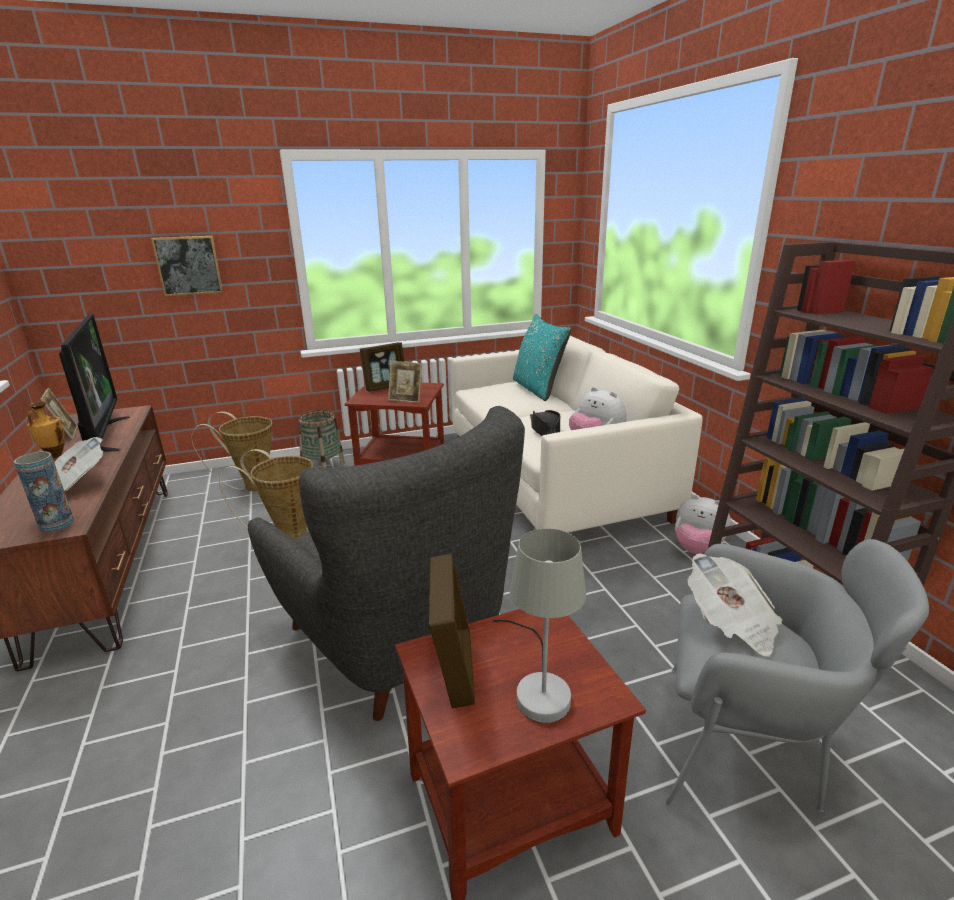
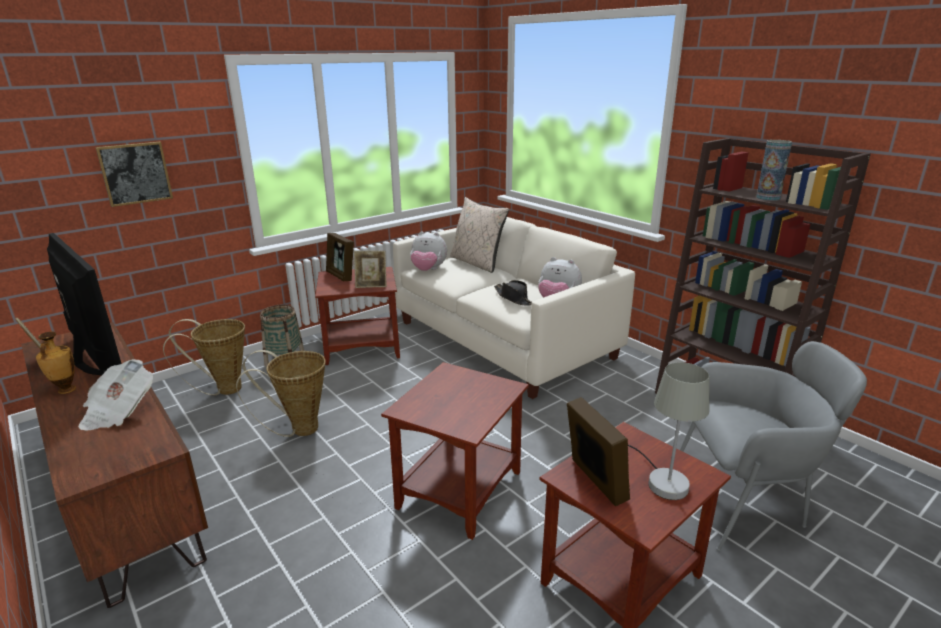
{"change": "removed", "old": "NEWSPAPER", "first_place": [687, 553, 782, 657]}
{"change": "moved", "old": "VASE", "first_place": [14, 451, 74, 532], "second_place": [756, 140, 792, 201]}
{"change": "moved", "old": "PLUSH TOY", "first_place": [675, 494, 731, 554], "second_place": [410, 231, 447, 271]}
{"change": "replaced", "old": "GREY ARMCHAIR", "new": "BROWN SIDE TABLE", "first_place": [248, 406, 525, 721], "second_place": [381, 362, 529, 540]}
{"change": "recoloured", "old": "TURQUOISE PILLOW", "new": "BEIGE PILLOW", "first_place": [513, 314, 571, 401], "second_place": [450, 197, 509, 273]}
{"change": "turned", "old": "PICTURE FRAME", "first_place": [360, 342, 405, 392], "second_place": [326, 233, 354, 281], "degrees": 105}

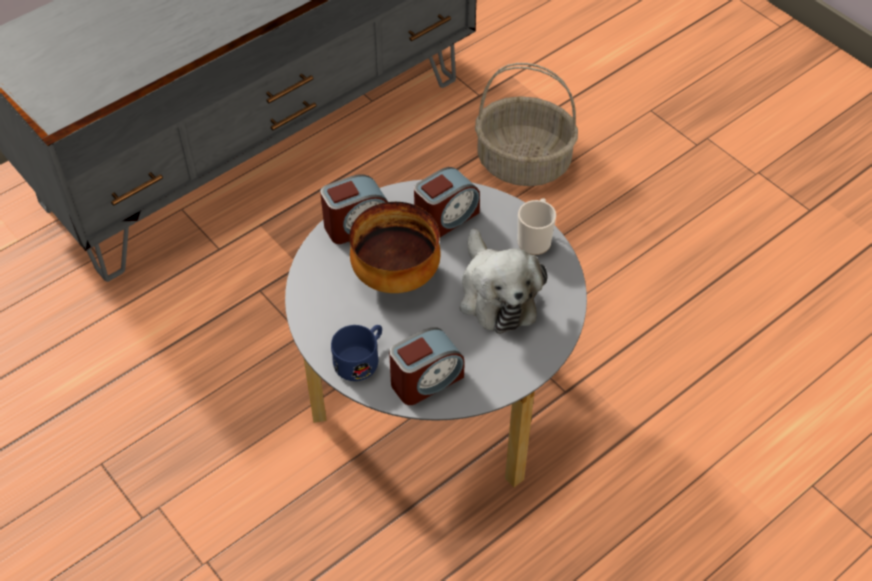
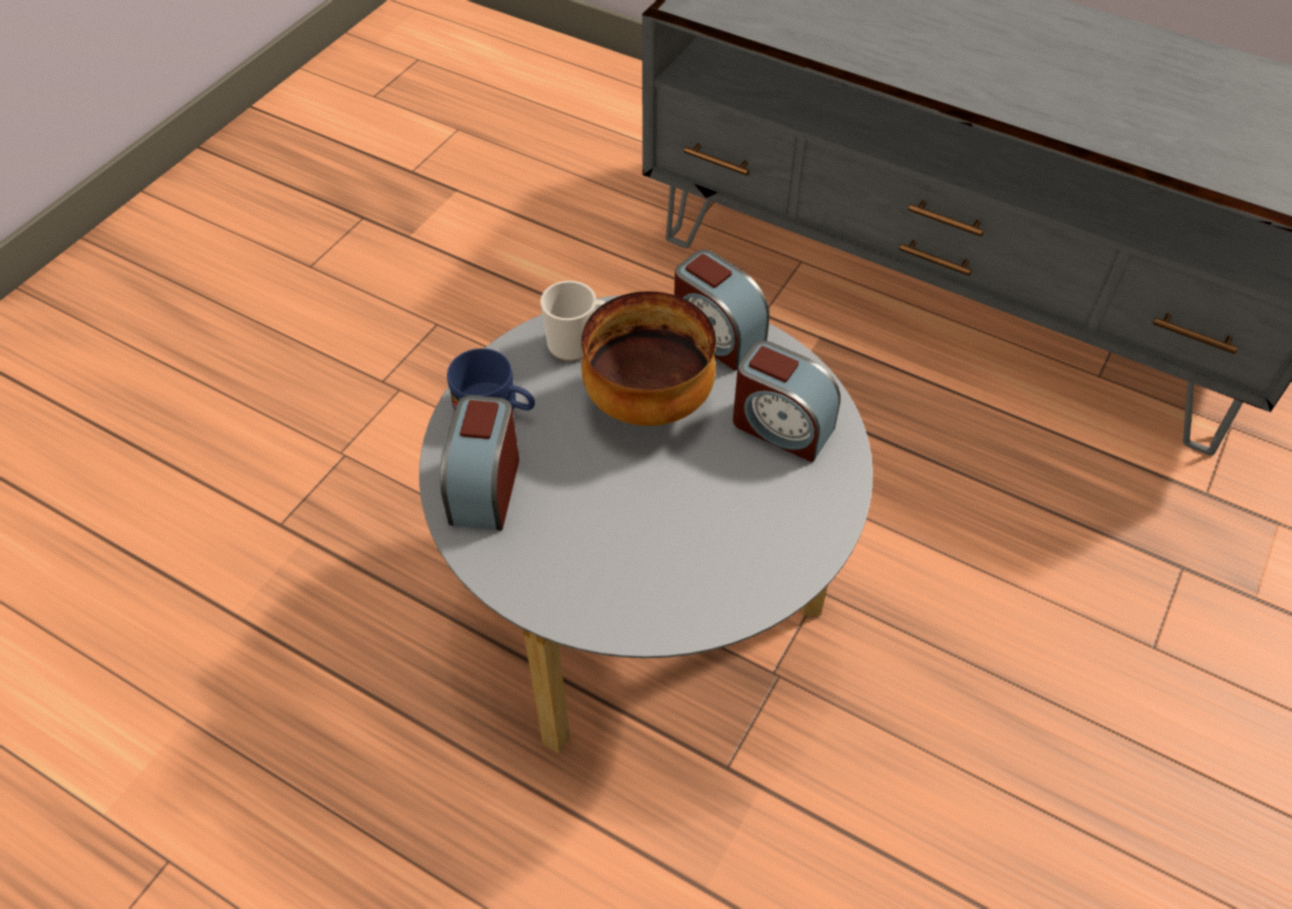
{"change": "removed", "old": "PLUSH TOY", "first_place": [460, 228, 547, 334]}
{"change": "removed", "old": "BASKET", "first_place": [475, 63, 578, 186]}
{"change": "moved", "old": "MUG", "first_place": [518, 198, 556, 255], "second_place": [540, 281, 606, 361]}
{"change": "turned", "old": "ALARM CLOCK", "first_place": [389, 327, 465, 405], "second_place": [440, 395, 519, 531], "degrees": 60}

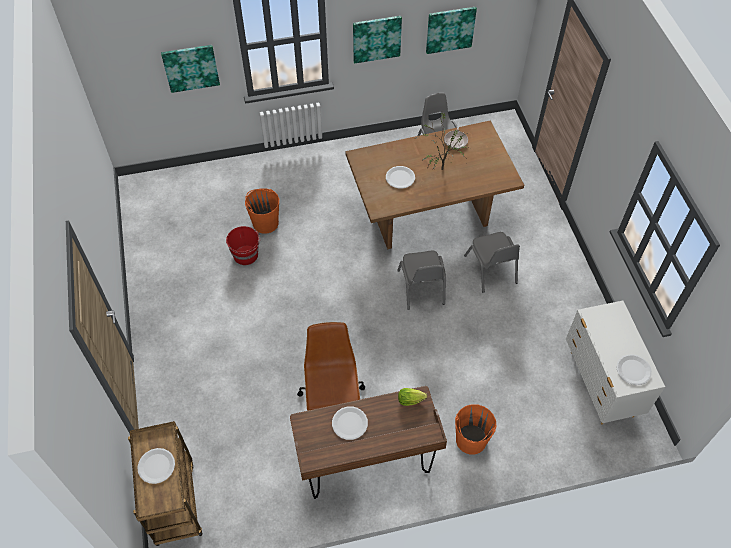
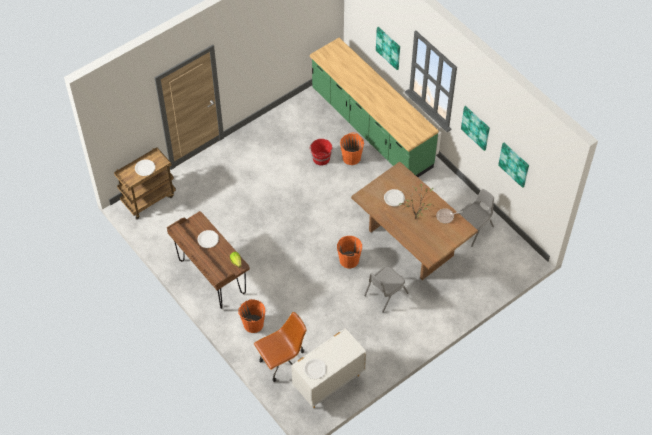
{"change": "added", "new": "GREEN COUNTER", "second_place": [310, 38, 439, 177]}
{"change": "moved", "old": "BROWN OFFICE CHAIR", "first_place": [297, 322, 365, 411], "second_place": [254, 312, 307, 382]}
{"change": "replaced", "old": "GREY CHAIR", "new": "ORANGE BUCKET", "first_place": [397, 251, 446, 310], "second_place": [337, 236, 362, 268]}

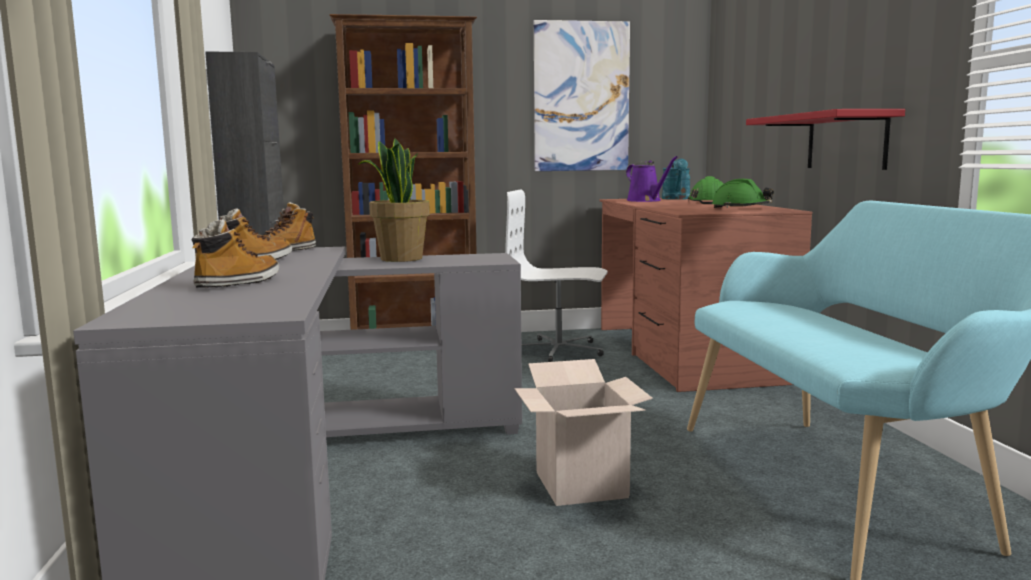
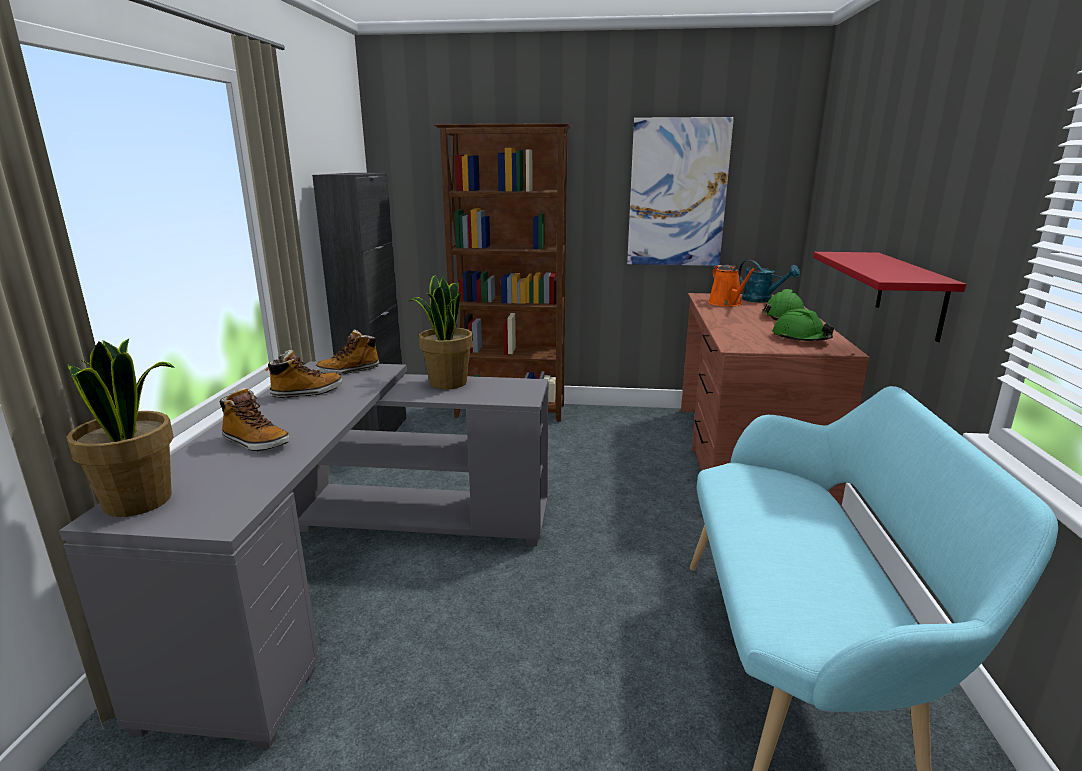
{"change": "removed", "old": "WHITE OFFICE CHAIR", "first_place": [505, 189, 608, 362]}
{"change": "removed", "old": "CARDBOARD BOX", "first_place": [514, 359, 653, 506]}
{"change": "added", "new": "POTTED PLANT", "second_place": [67, 339, 175, 517]}
{"change": "recoloured", "old": "PURPLE WATERING CAN", "new": "ORANGE WATERING CAN", "first_place": [626, 156, 678, 202], "second_place": [708, 265, 756, 307]}
{"change": "turned", "old": "BOOT", "first_place": [192, 219, 279, 288], "second_place": [219, 388, 290, 451], "degrees": 75}
{"change": "turned", "old": "TURQUOISE WATERING CAN", "first_place": [662, 159, 691, 200], "second_place": [739, 260, 800, 303], "degrees": -60}

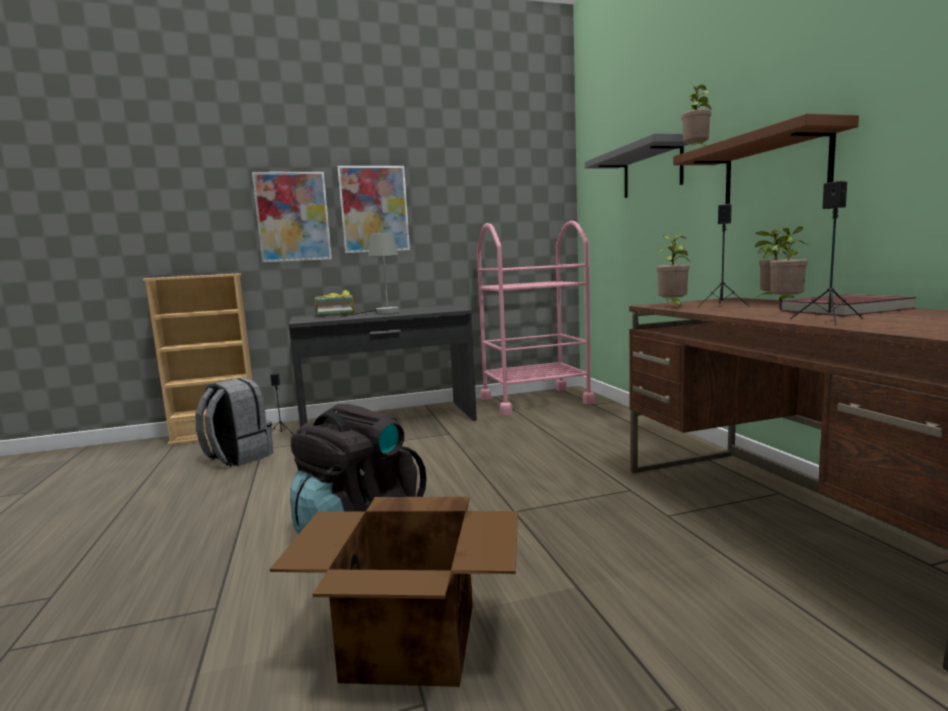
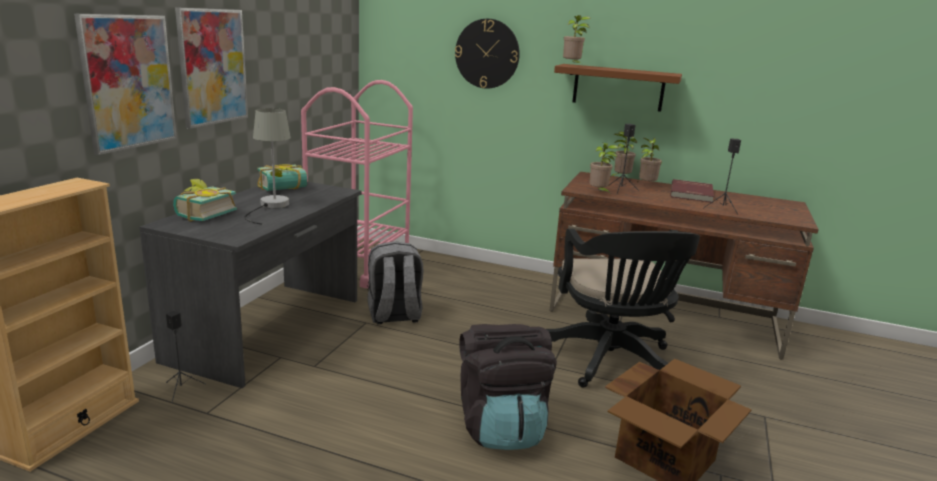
{"change": "added", "new": "BOOK", "second_place": [257, 164, 307, 191]}
{"change": "added", "new": "BLACK OFFICE CHAIR", "second_place": [547, 229, 700, 388]}
{"change": "moved", "old": "GREY BACKPACK", "first_place": [196, 377, 273, 467], "second_place": [367, 241, 423, 324]}
{"change": "replaced", "old": "GREY SHELF", "new": "WALL CLOCK", "first_place": [584, 133, 689, 198], "second_place": [455, 19, 520, 89]}

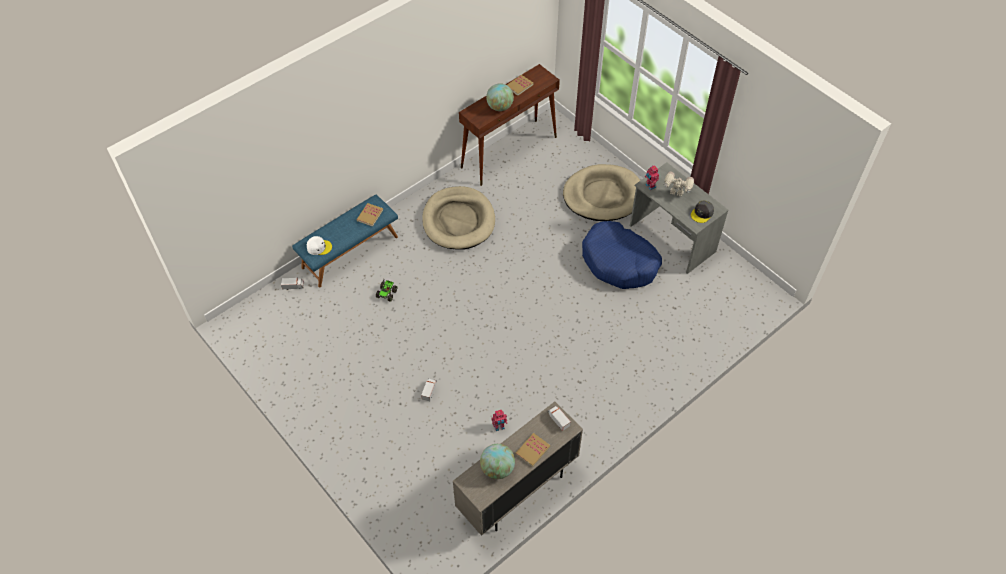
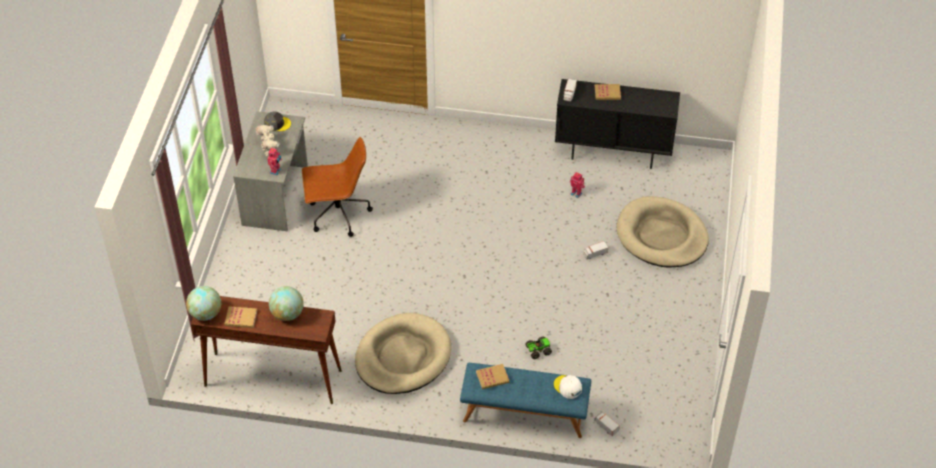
{"change": "moved", "old": "GLOBE", "first_place": [480, 444, 515, 479], "second_place": [186, 286, 221, 321]}
{"change": "moved", "old": "BEIGE DOG BED", "first_place": [563, 164, 640, 221], "second_place": [617, 196, 709, 268]}
{"change": "replaced", "old": "BLUE DOG BED", "new": "BROWN OFFICE CHAIR", "first_place": [582, 221, 662, 289], "second_place": [302, 137, 373, 237]}
{"change": "recoloured", "old": "BEIGE CABINET", "new": "BLACK CABINET", "first_place": [453, 402, 583, 536], "second_place": [555, 79, 680, 169]}

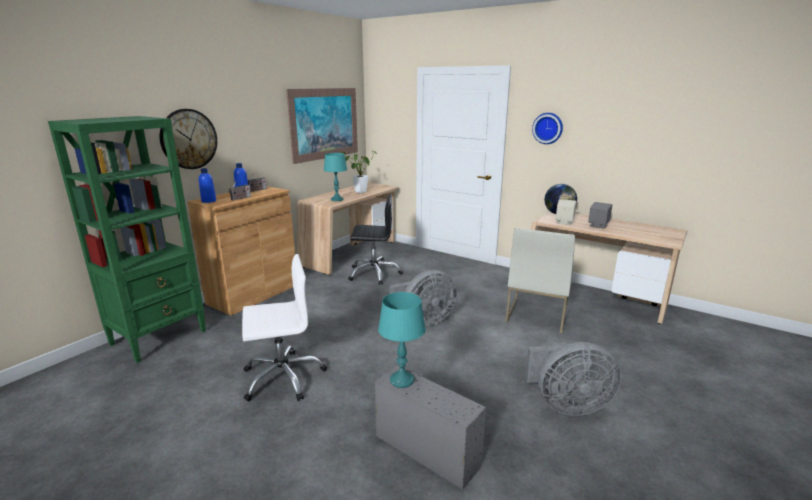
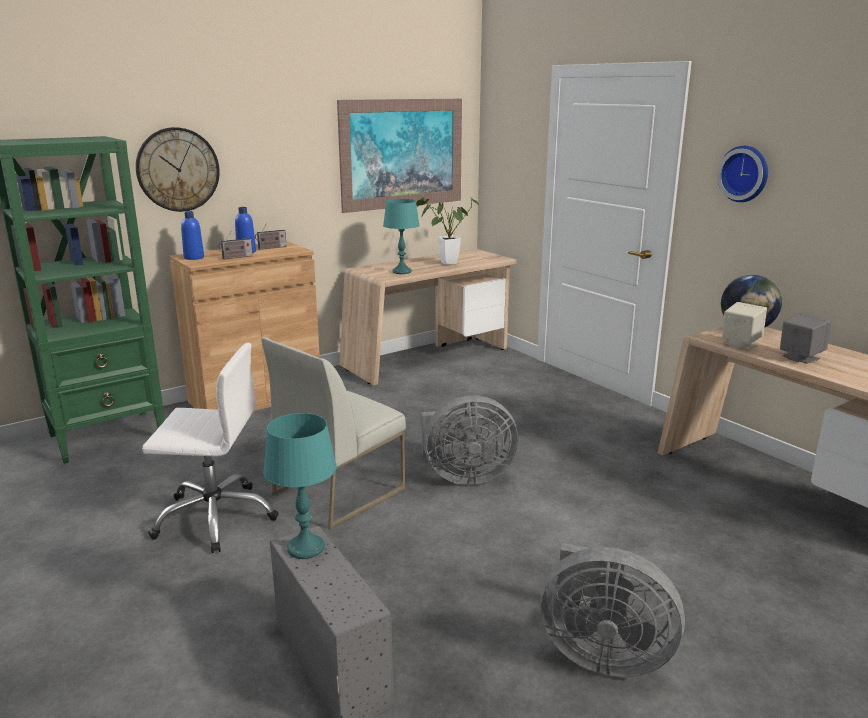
{"change": "removed", "old": "BLACK OFFICE CHAIR", "first_place": [348, 194, 403, 285]}
{"change": "moved", "old": "WHITE CHAIR", "first_place": [505, 228, 575, 333], "second_place": [261, 337, 406, 529]}

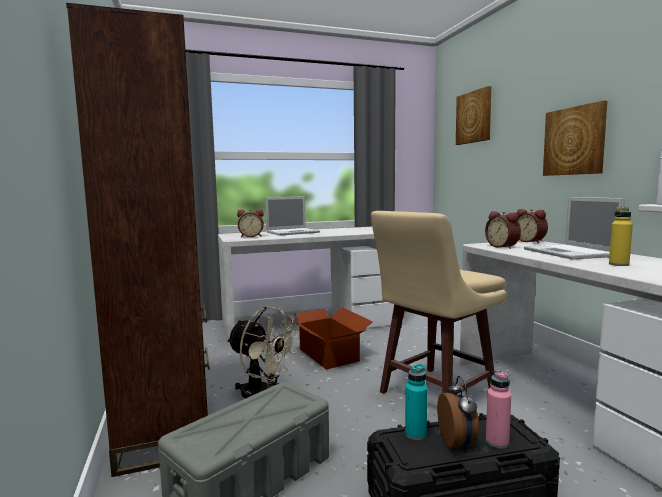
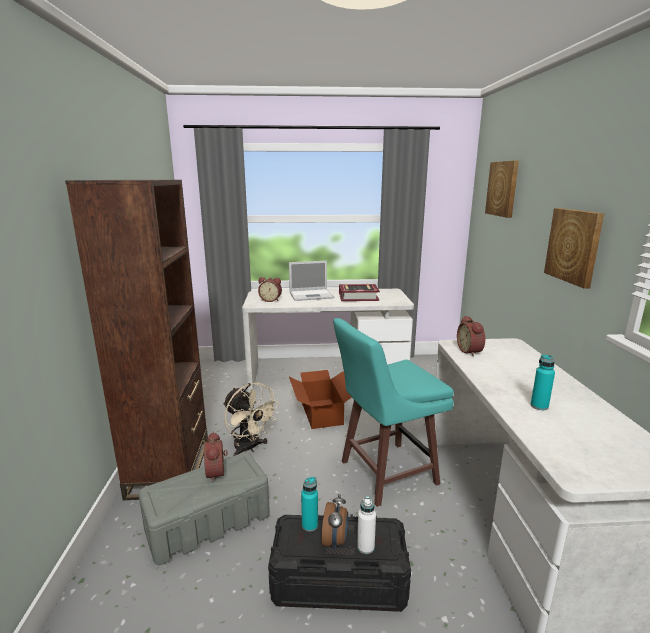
{"change": "removed", "old": "LAPTOP", "first_place": [524, 197, 626, 260]}
{"change": "added", "new": "BOOK", "second_place": [339, 284, 380, 301]}
{"change": "moved", "old": "ALARM CLOCK", "first_place": [516, 209, 548, 243], "second_place": [204, 432, 228, 483]}
{"change": "recoloured", "old": "BEIGE STOOL", "new": "TURQUOISE STOOL", "first_place": [371, 211, 507, 395], "second_place": [333, 318, 454, 507]}
{"change": "recoloured", "old": "PINK BOTTLE", "new": "WHITE BOTTLE", "first_place": [486, 370, 511, 449], "second_place": [357, 496, 376, 554]}
{"change": "recoloured", "old": "YELLOW BOTTLE", "new": "TURQUOISE BOTTLE", "first_place": [609, 207, 633, 266], "second_place": [531, 355, 555, 410]}

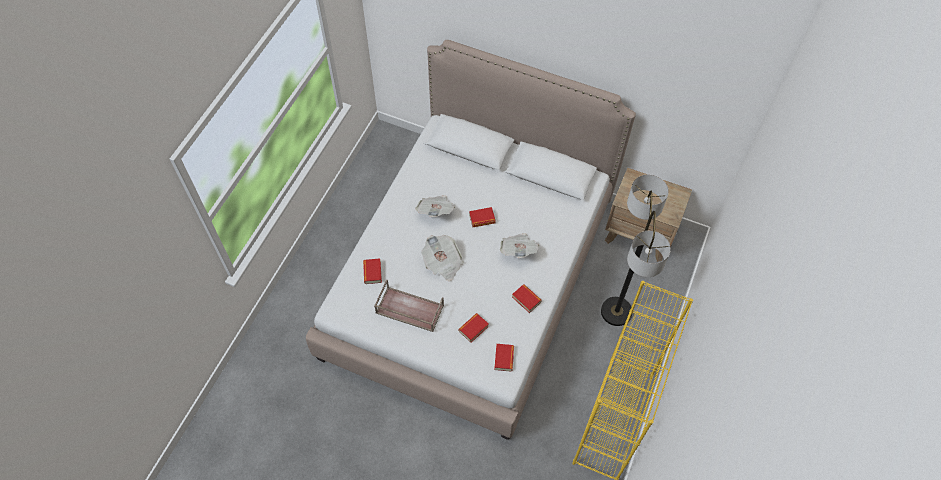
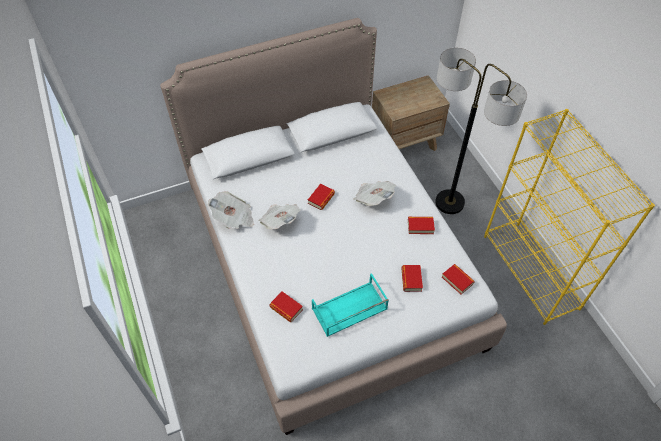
{"change": "moved", "old": "NEWSPAPER", "first_place": [421, 235, 464, 281], "second_place": [208, 191, 254, 229]}
{"change": "recoloured", "old": "BROWN TRAY", "new": "TURQUOISE TRAY", "first_place": [374, 279, 444, 332], "second_place": [312, 273, 389, 337]}

